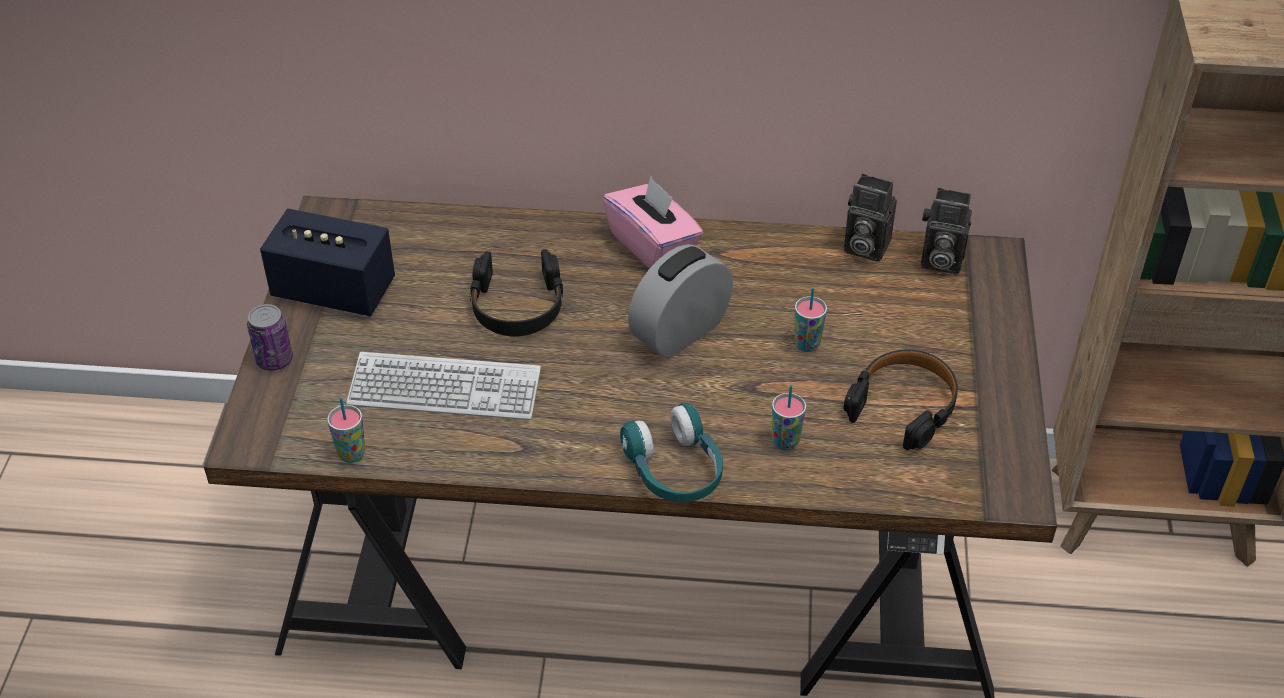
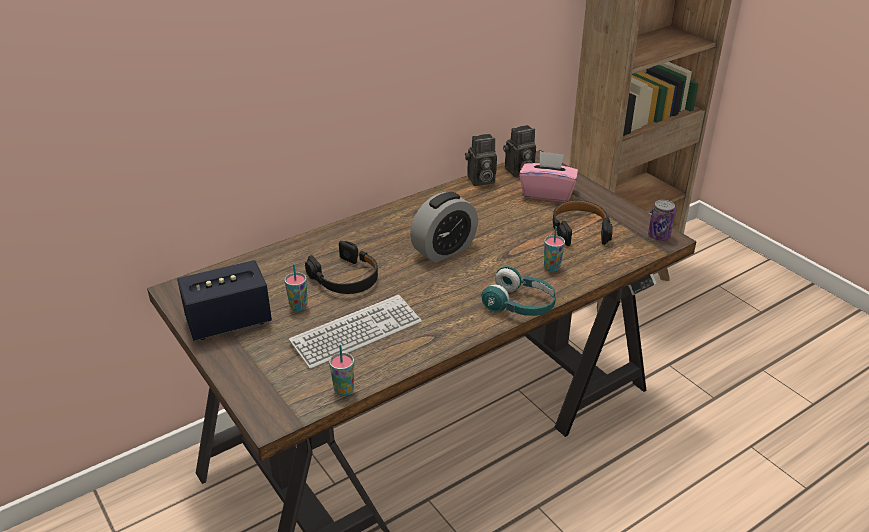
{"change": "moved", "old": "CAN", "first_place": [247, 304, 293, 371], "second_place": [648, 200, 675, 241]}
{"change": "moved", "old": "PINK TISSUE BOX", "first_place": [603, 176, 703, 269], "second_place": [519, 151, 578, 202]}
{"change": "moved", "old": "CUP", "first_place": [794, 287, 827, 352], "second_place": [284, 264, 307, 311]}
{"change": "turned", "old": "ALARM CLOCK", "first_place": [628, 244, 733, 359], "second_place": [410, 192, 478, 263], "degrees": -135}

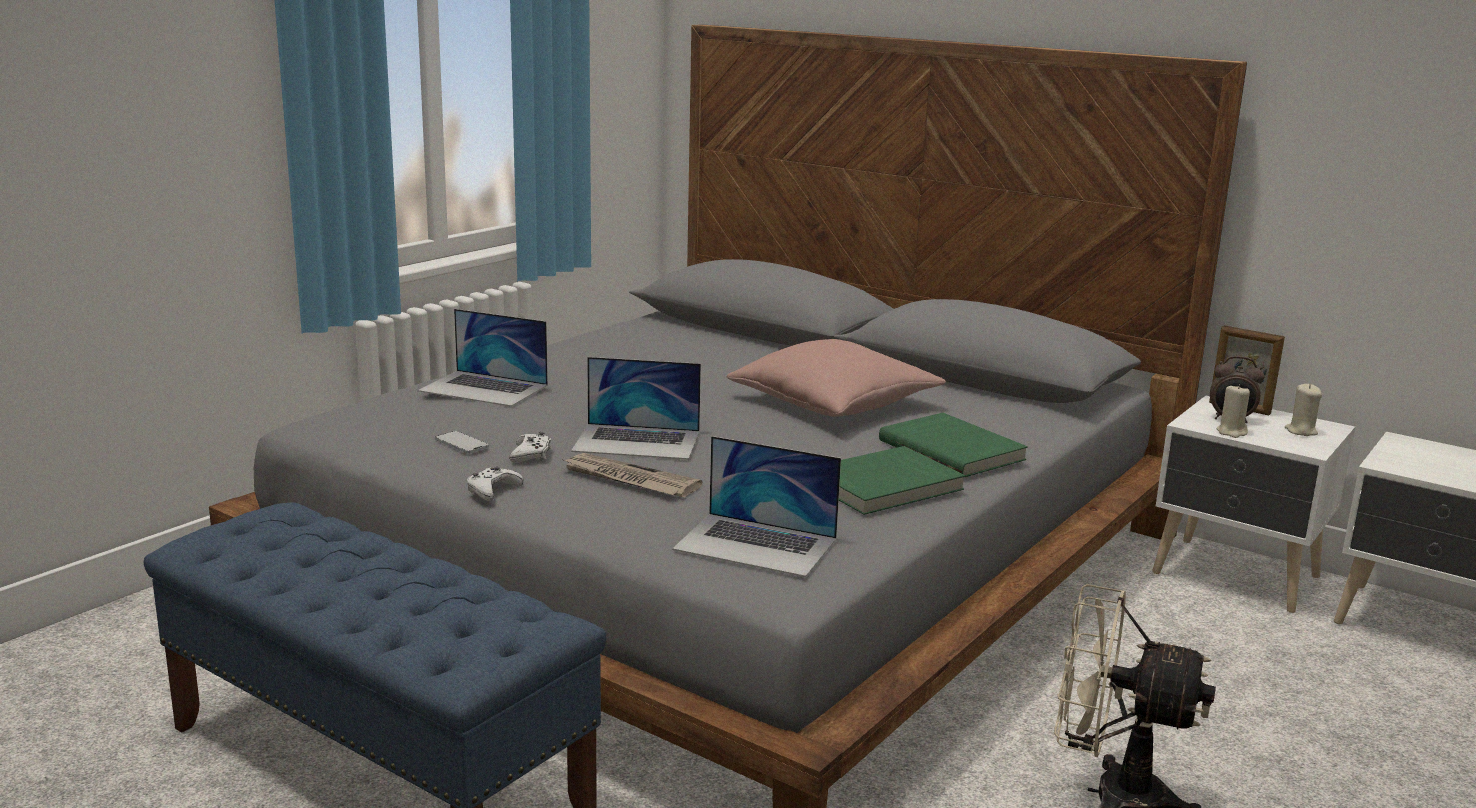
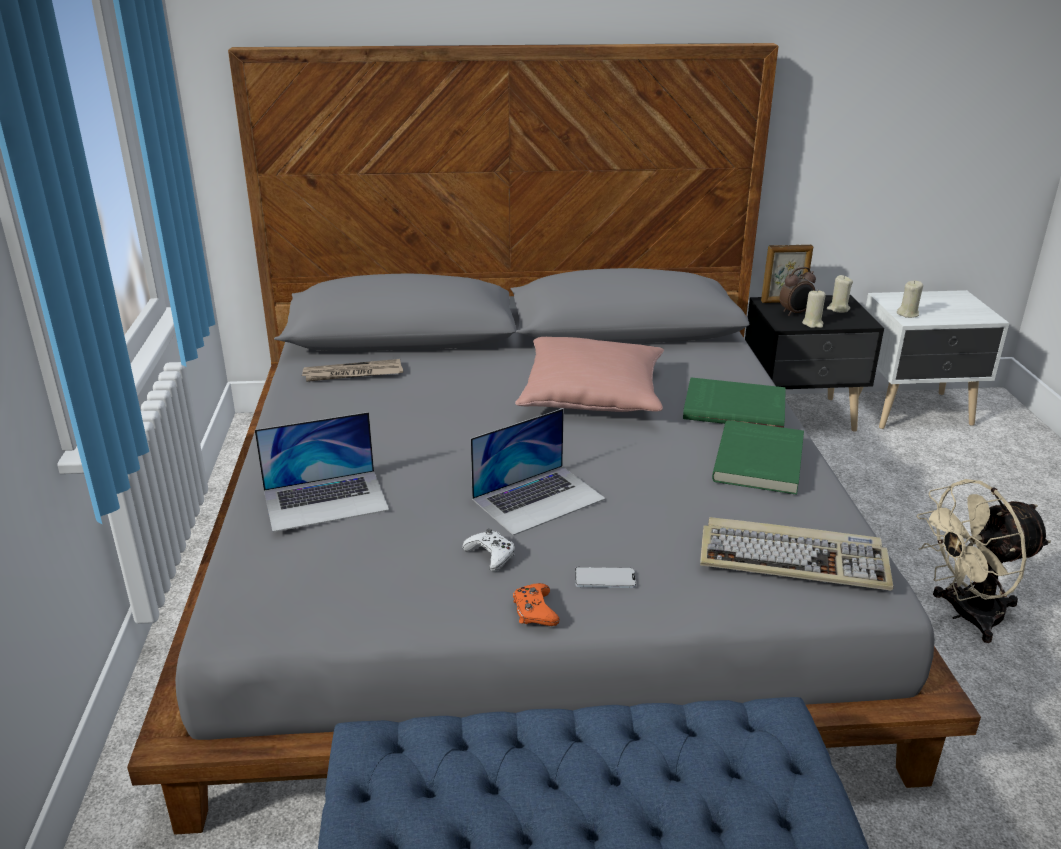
{"change": "added", "new": "BEIGE CANDLE", "second_place": [897, 281, 923, 318]}
{"change": "moved", "old": "PHONE", "first_place": [435, 431, 489, 453], "second_place": [575, 567, 636, 588]}
{"change": "moved", "old": "NEWSPAPER", "first_place": [561, 453, 702, 497], "second_place": [302, 359, 403, 382]}
{"change": "replaced", "old": "LAPTOP", "new": "KEYBOARD", "first_place": [672, 436, 841, 577], "second_place": [700, 517, 893, 591]}
{"change": "recoloured", "old": "WHITE GAME CONTROLLER", "new": "ORANGE GAME CONTROLLER", "first_place": [467, 467, 524, 501], "second_place": [513, 583, 560, 626]}
{"change": "recoloured", "old": "WHITE NIGHTSTAND", "new": "BLACK NIGHTSTAND", "first_place": [1152, 396, 1355, 613], "second_place": [745, 295, 884, 432]}

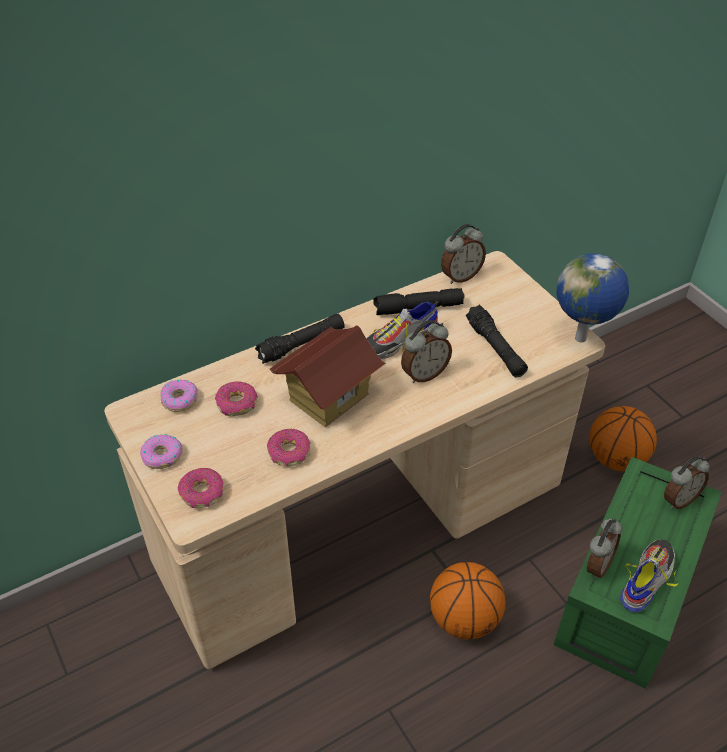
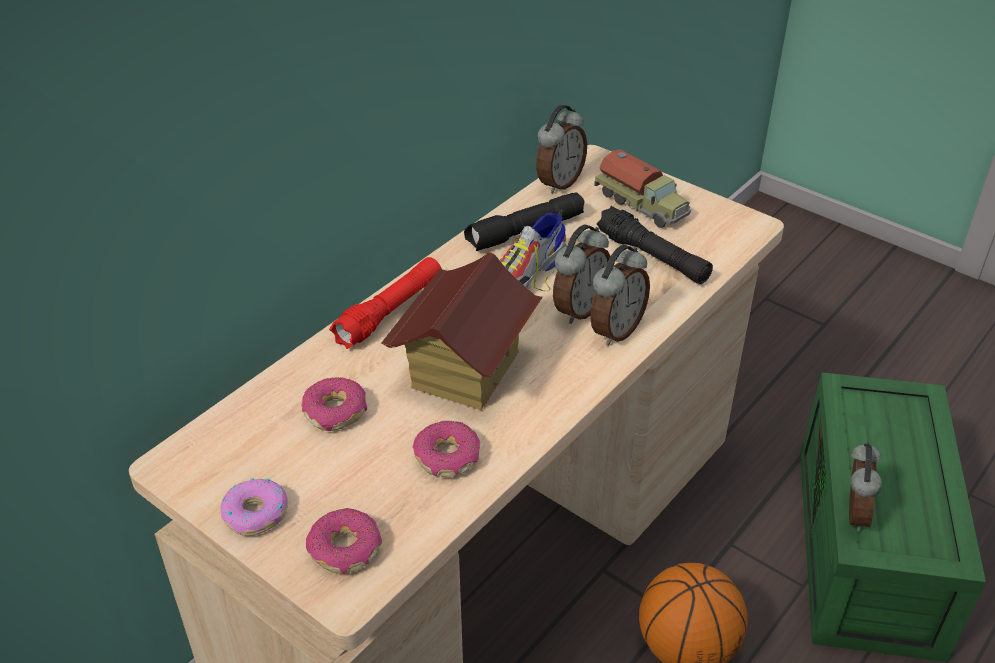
{"change": "removed", "old": "DONUT", "first_place": [160, 380, 198, 412]}
{"change": "removed", "old": "GLOBE", "first_place": [557, 253, 629, 342]}
{"change": "removed", "old": "BASKETBALL", "first_place": [589, 406, 657, 471]}
{"change": "removed", "old": "SHOE", "first_place": [620, 539, 678, 612]}
{"change": "added", "new": "TOY TRUCK", "second_place": [594, 149, 691, 228]}
{"change": "moved", "old": "ALARM CLOCK", "first_place": [664, 456, 710, 509], "second_place": [590, 245, 650, 346]}
{"change": "recoloured", "old": "BLACK FLASHLIGHT", "new": "RED FLASHLIGHT", "first_place": [255, 314, 345, 364], "second_place": [329, 257, 442, 349]}

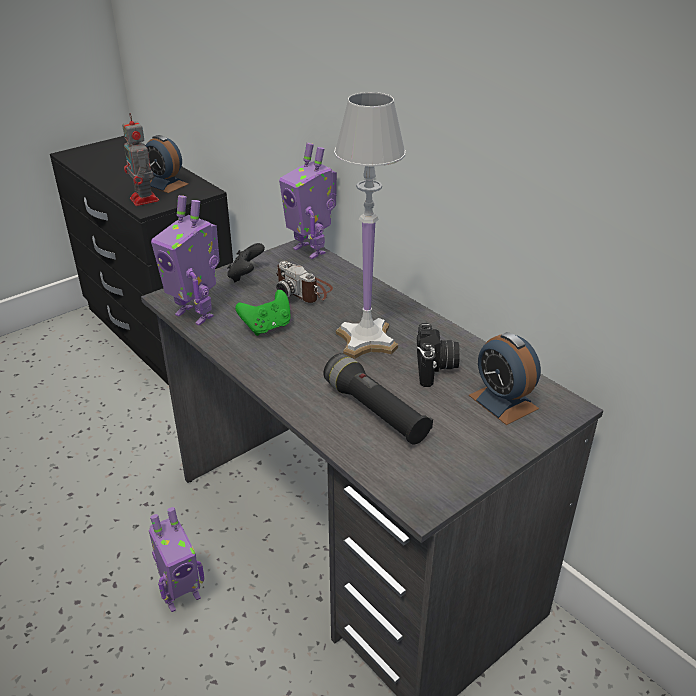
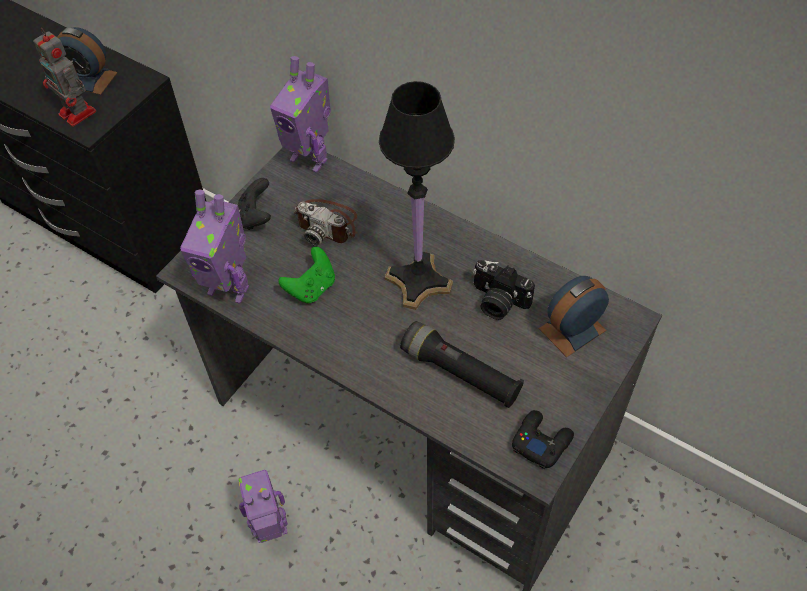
{"change": "added", "new": "BLACK GAME CONTROLLER", "second_place": [512, 410, 574, 469]}
{"change": "recoloured", "old": "WHITE TABLE LAMP", "new": "BLACK TABLE LAMP", "first_place": [334, 92, 406, 359], "second_place": [379, 81, 455, 310]}
{"change": "turned", "old": "TOY ROBOT", "first_place": [149, 507, 205, 612], "second_place": [238, 470, 288, 543], "degrees": -150}
{"change": "turned", "old": "PHOTO CAMERA", "first_place": [417, 323, 460, 387], "second_place": [473, 260, 535, 320], "degrees": 135}
{"change": "turned", "old": "ALARM CLOCK", "first_place": [469, 332, 541, 425], "second_place": [539, 276, 609, 358], "degrees": 105}

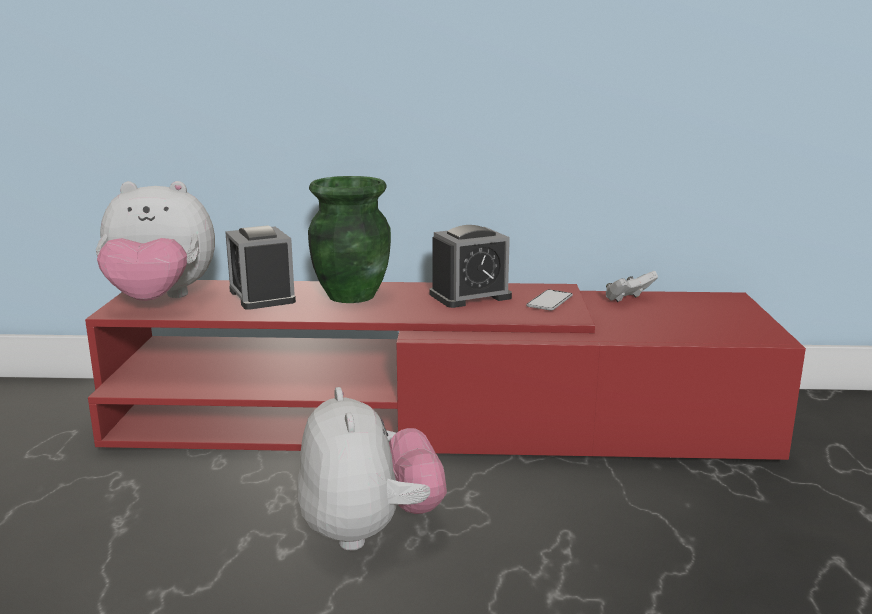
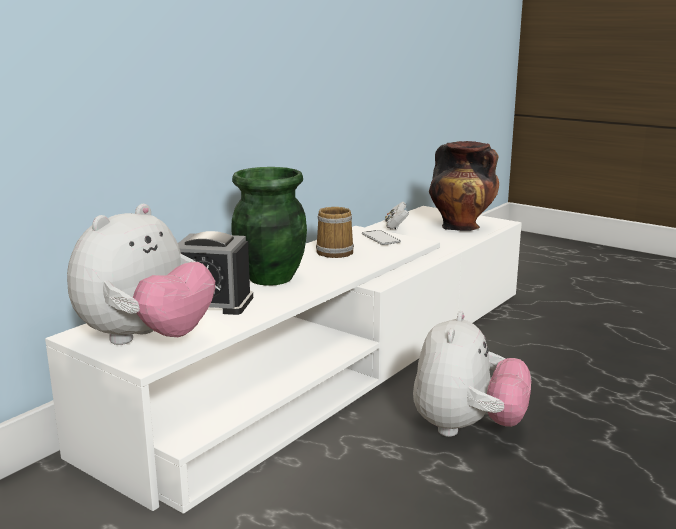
{"change": "added", "new": "VASE", "second_place": [429, 141, 499, 231]}
{"change": "replaced", "old": "ALARM CLOCK", "new": "MUG", "first_place": [430, 225, 512, 308], "second_place": [316, 207, 354, 258]}
{"change": "recoloured", "old": "RED TV STAND", "new": "WHITE TV STAND", "first_place": [85, 280, 806, 460], "second_place": [45, 206, 522, 514]}
{"change": "turned", "old": "PLUSH TOY", "first_place": [297, 387, 447, 551], "second_place": [413, 311, 531, 437], "degrees": 90}

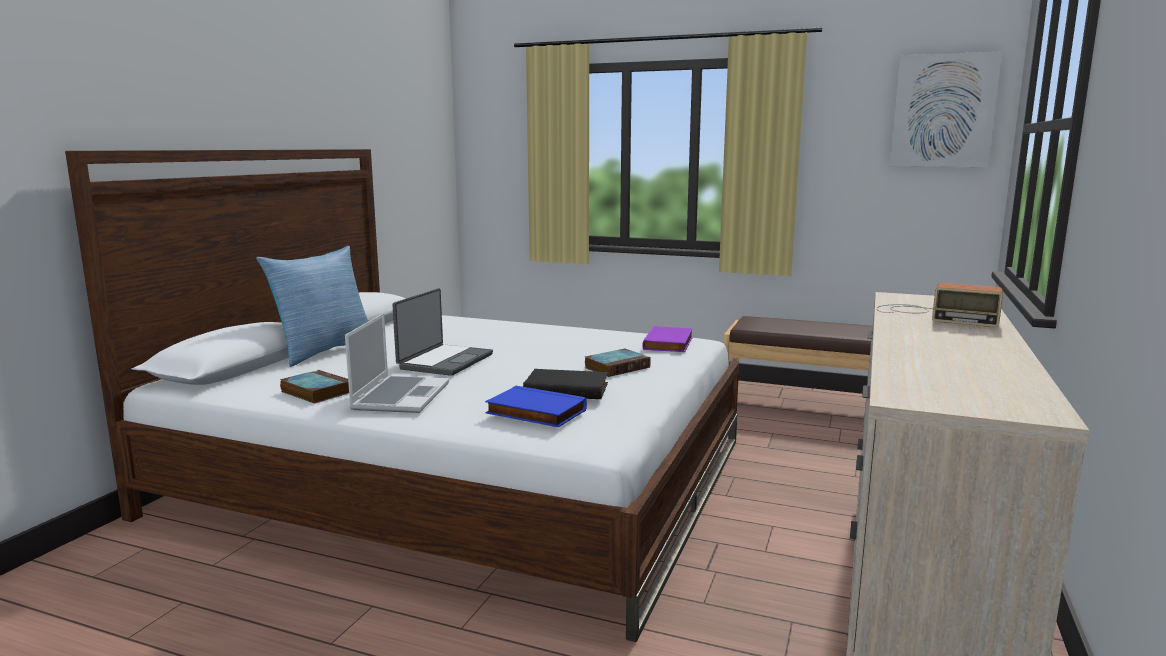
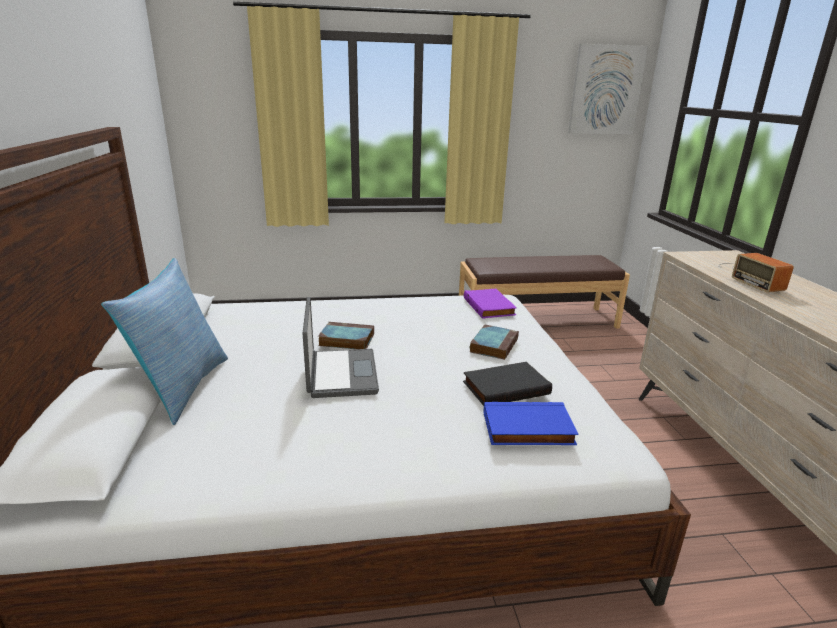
{"change": "removed", "old": "LAPTOP", "first_place": [345, 313, 449, 413]}
{"change": "moved", "old": "BOOK", "first_place": [280, 370, 349, 404], "second_place": [318, 322, 374, 349]}
{"change": "turned", "old": "RADIO", "first_place": [877, 283, 1003, 327], "second_place": [718, 253, 794, 292], "degrees": 75}

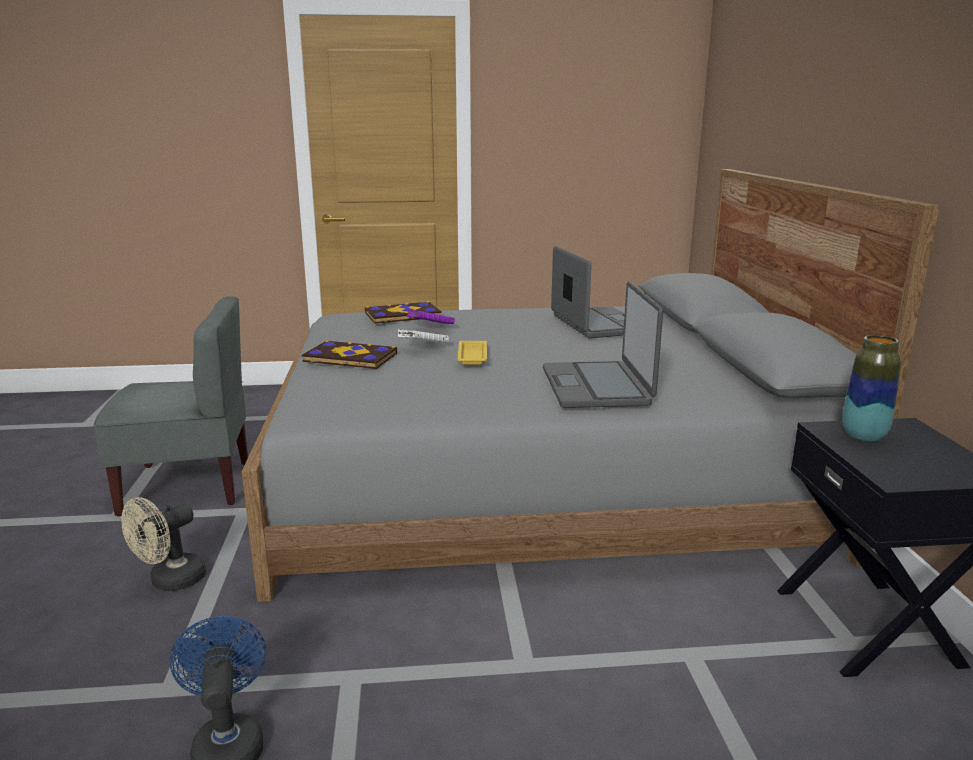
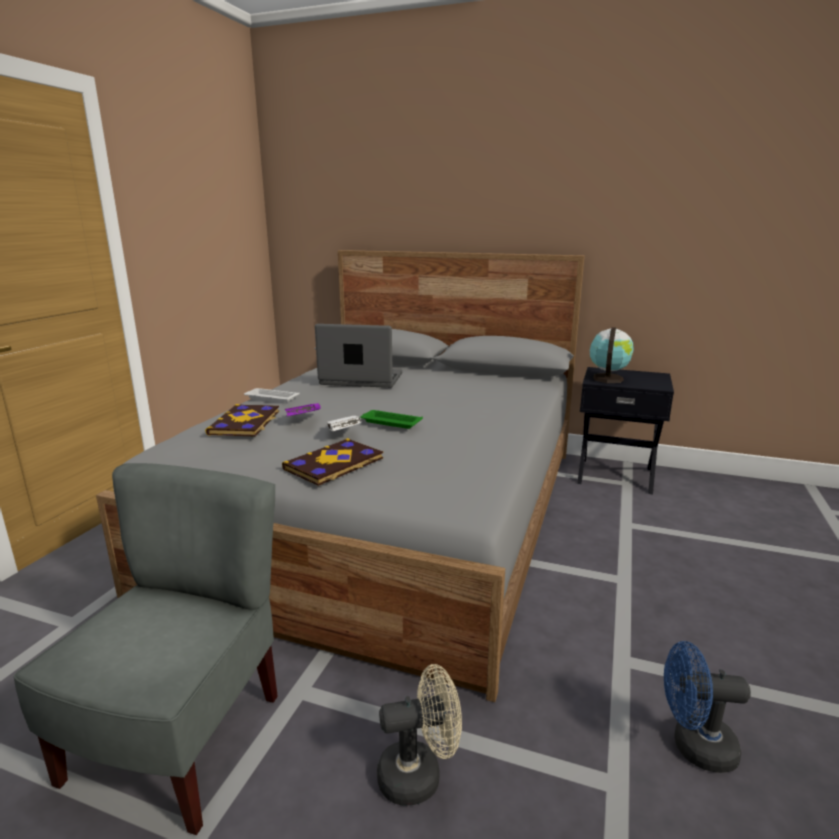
{"change": "removed", "old": "LAPTOP", "first_place": [543, 281, 663, 408]}
{"change": "added", "new": "WHITE TRAY", "second_place": [244, 388, 299, 403]}
{"change": "replaced", "old": "VASE", "new": "GLOBE", "first_place": [842, 335, 901, 442], "second_place": [590, 327, 634, 383]}
{"change": "recoloured", "old": "YELLOW TRAY", "new": "GREEN TRAY", "first_place": [457, 341, 487, 365], "second_place": [360, 410, 423, 429]}
{"change": "turned", "old": "BEIGE FAN", "first_place": [121, 497, 206, 591], "second_place": [377, 664, 462, 806], "degrees": -75}

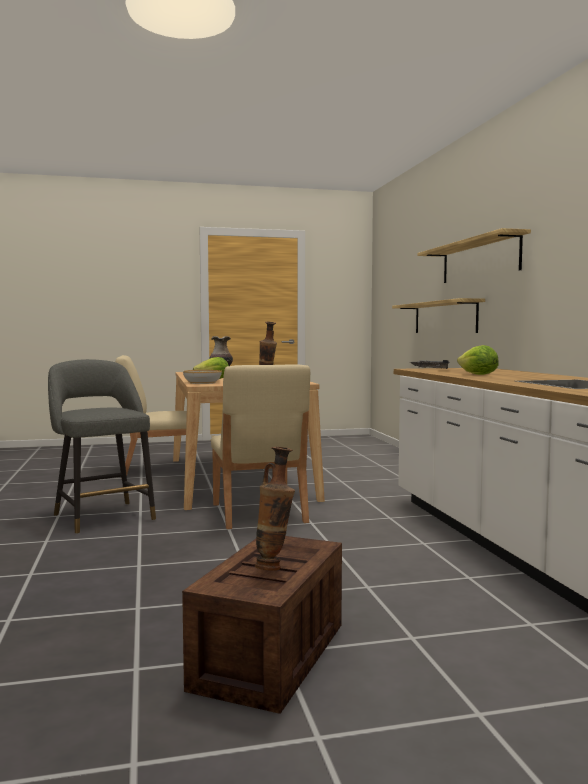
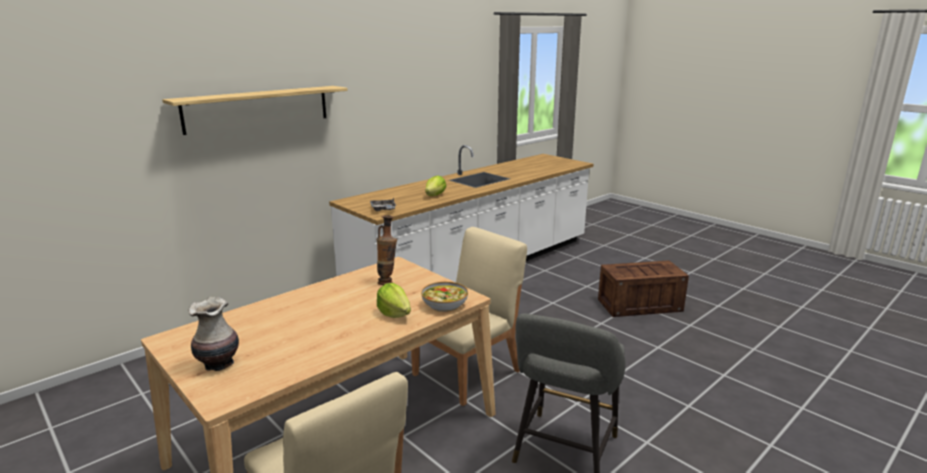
{"change": "removed", "old": "VASE", "first_place": [255, 447, 295, 571]}
{"change": "removed", "old": "SHELF", "first_place": [392, 298, 485, 333]}

